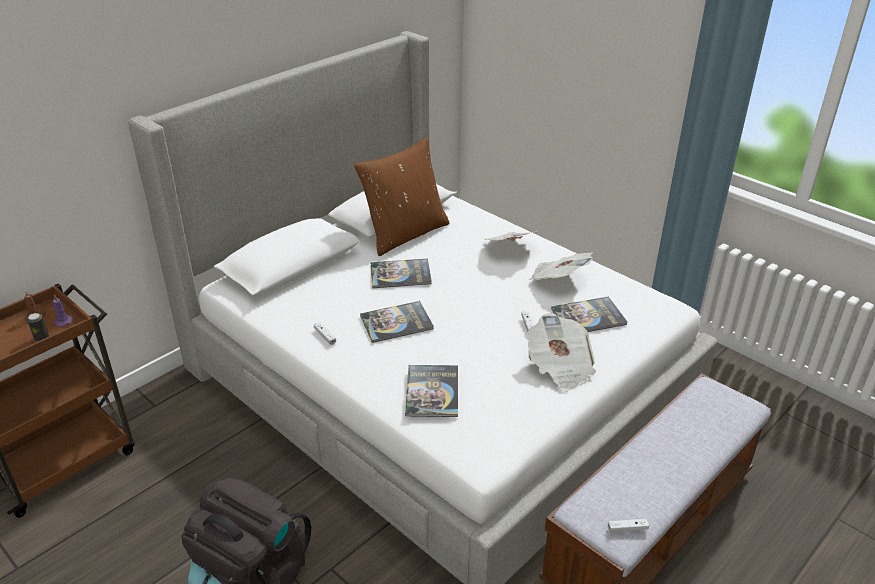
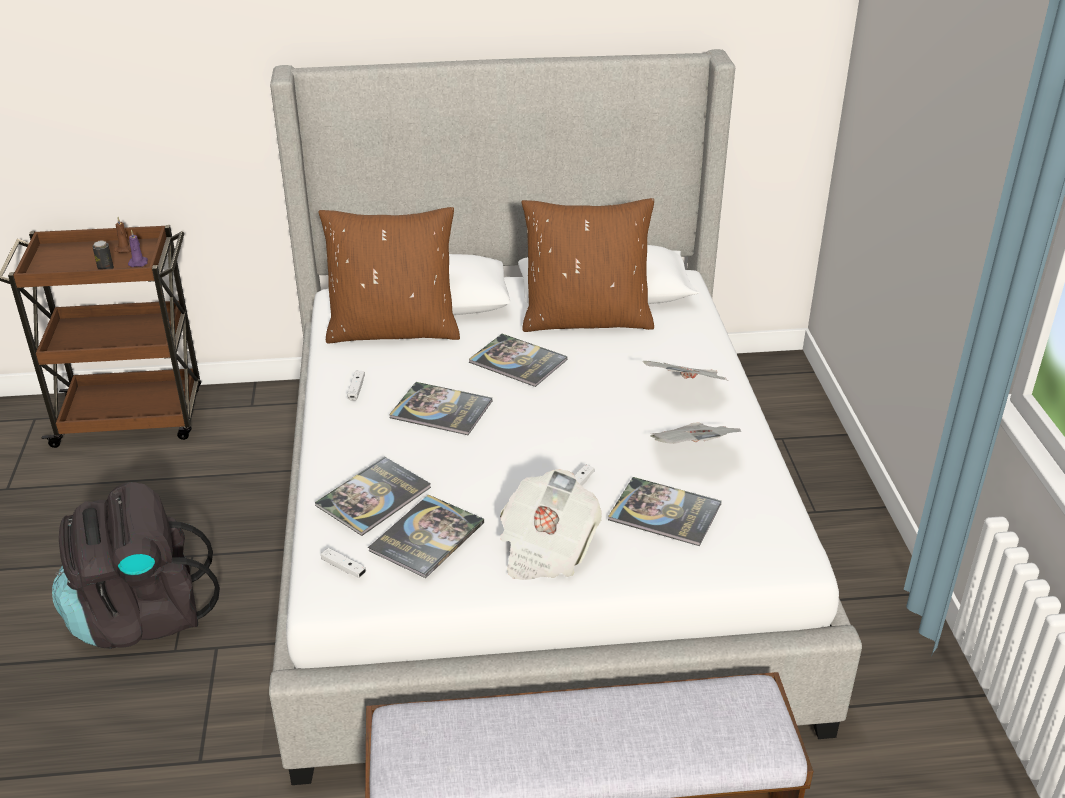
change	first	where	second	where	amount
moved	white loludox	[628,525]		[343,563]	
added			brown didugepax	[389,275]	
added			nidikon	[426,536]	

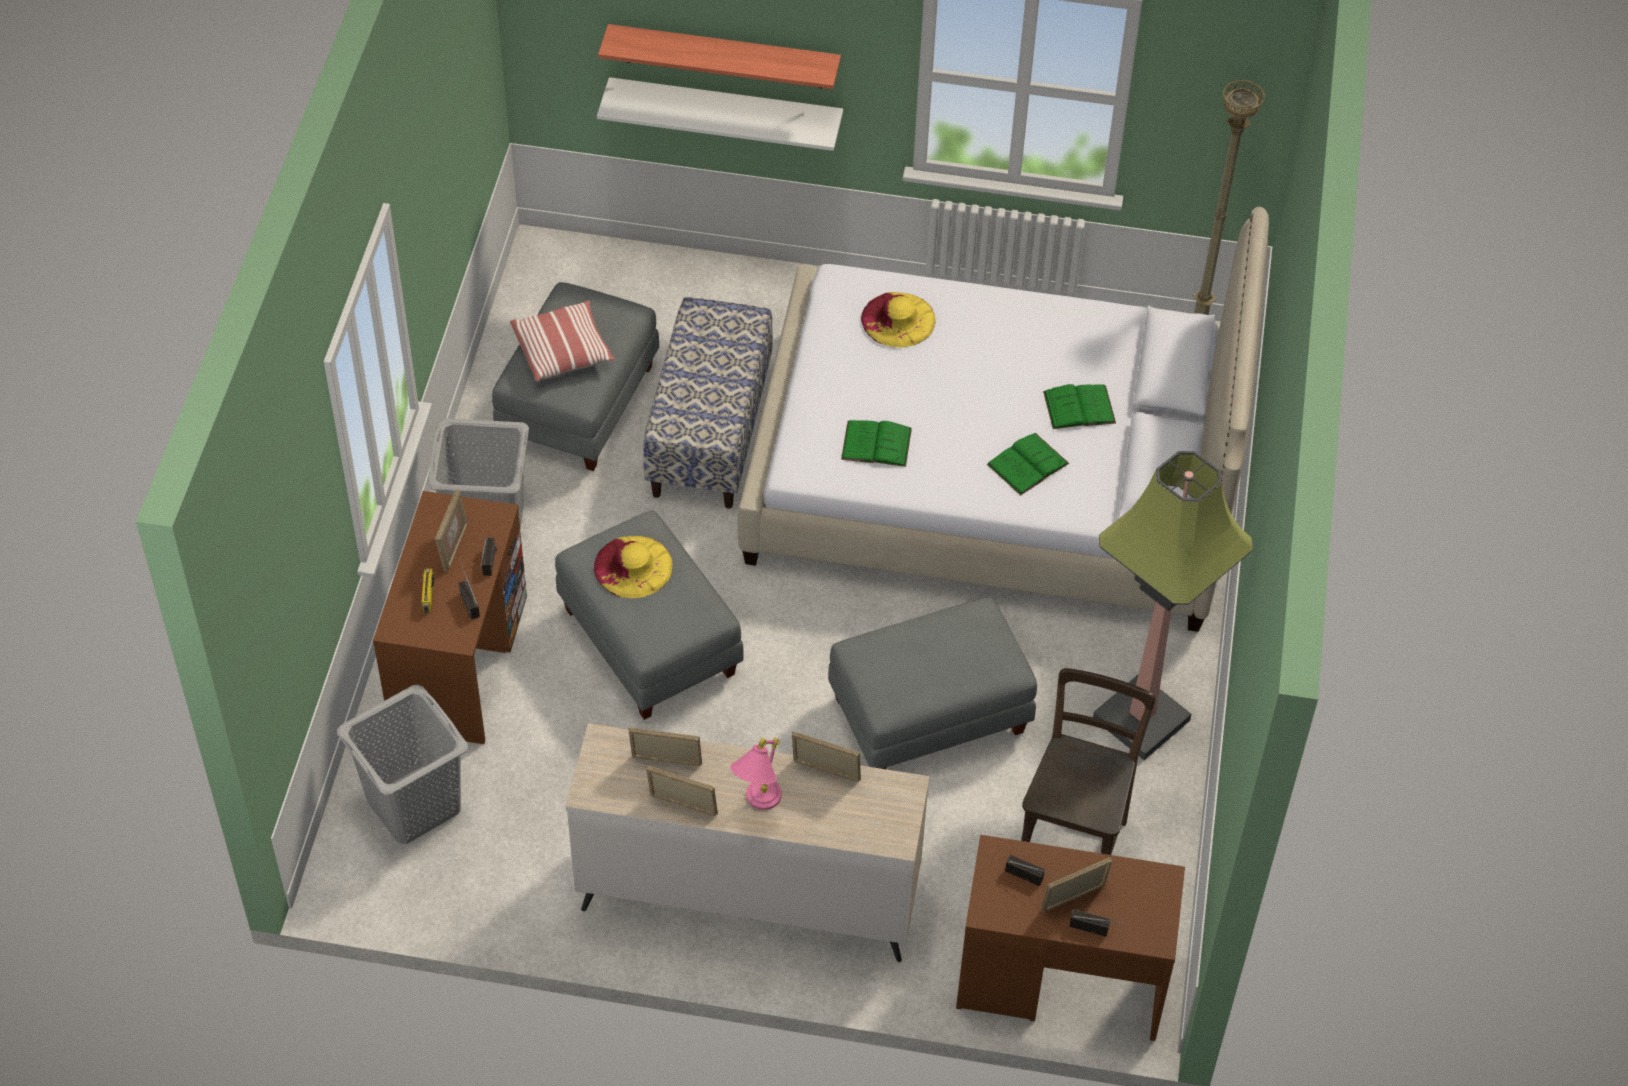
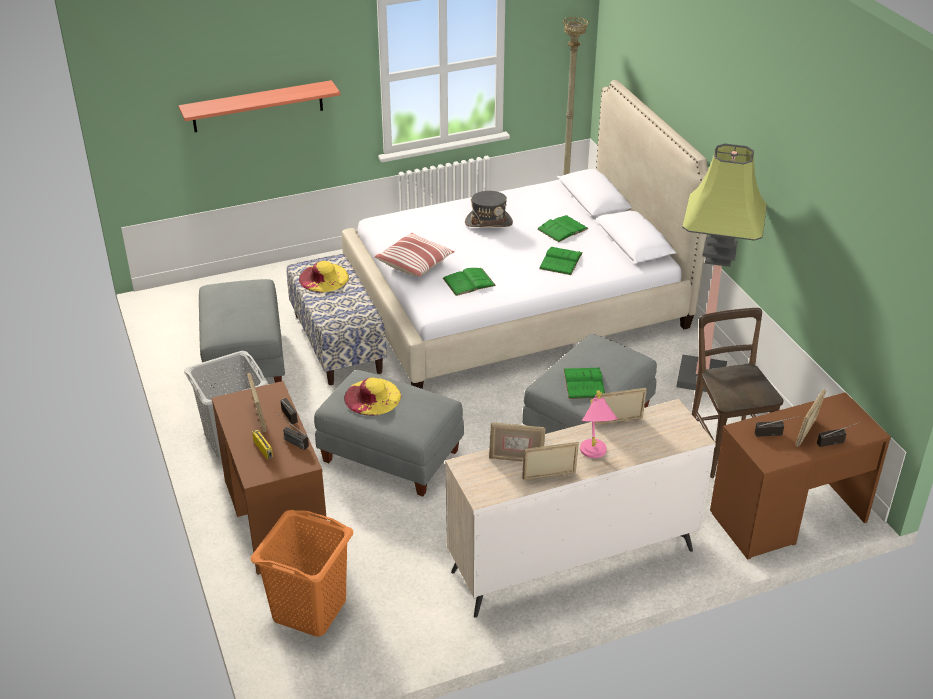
change	first	where	second	where	amount
removed	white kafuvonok	[720,114]			
moved	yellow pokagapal	[898,319]		[324,276]	
moved	didugepax	[562,341]		[415,255]	
recoloured	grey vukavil	[402,764]	orange vukavil	[302,573]	
turned	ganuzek	[665,747]		[517,442]	150 degrees counterclockwise
added			grey pokagapal	[489,209]	
added			green nidikon	[584,383]	

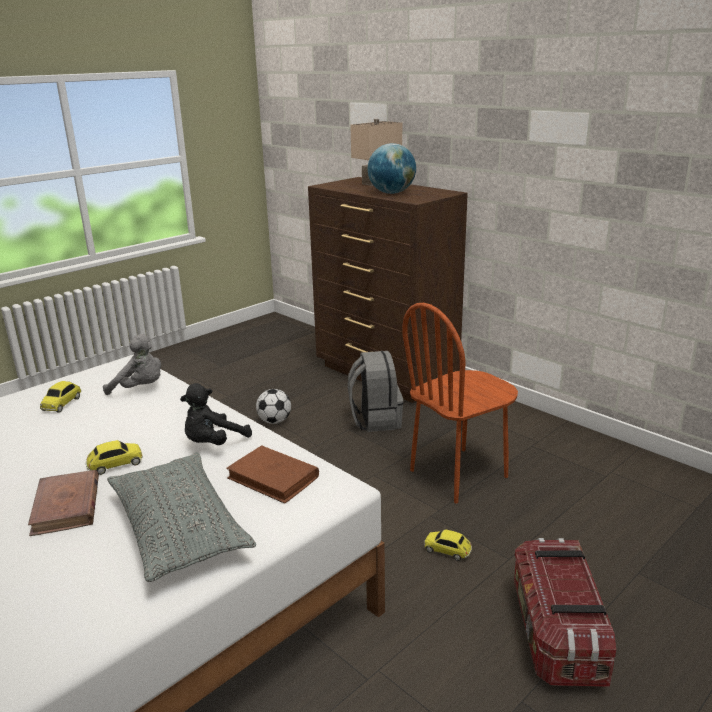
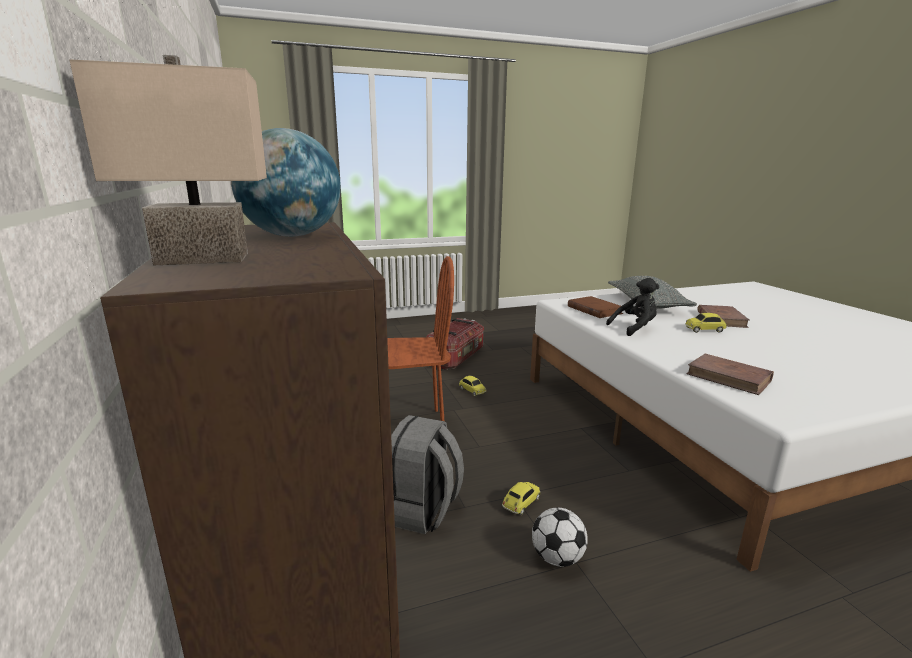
change	first	where	second	where	amount
replaced	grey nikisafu	[132,364]	brown nidikon	[730,374]	
moved	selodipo	[60,397]		[521,498]	

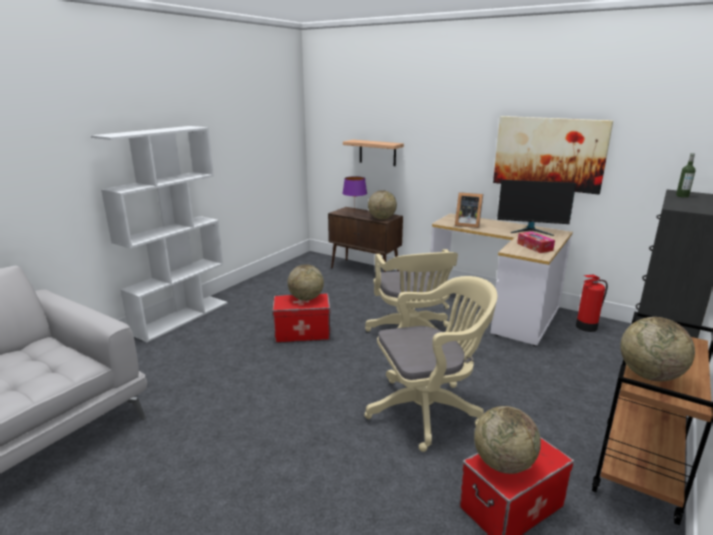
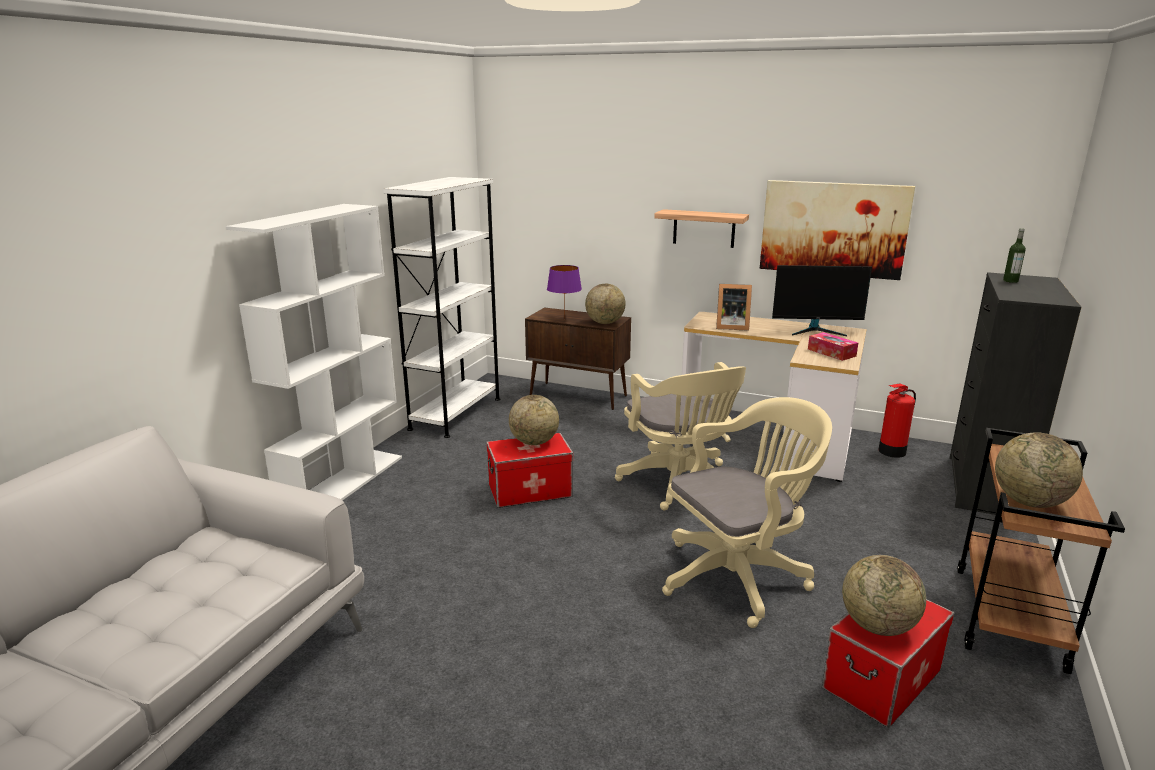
change	first	where	second	where	amount
moved	kafuvonok	[373,153]		[701,228]	
added			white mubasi	[441,307]	

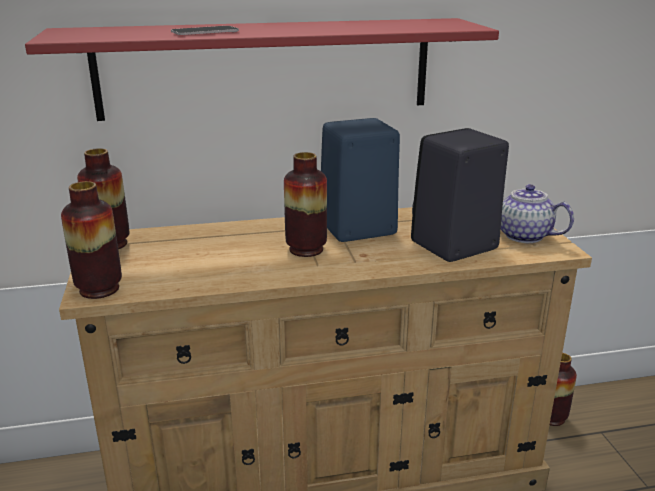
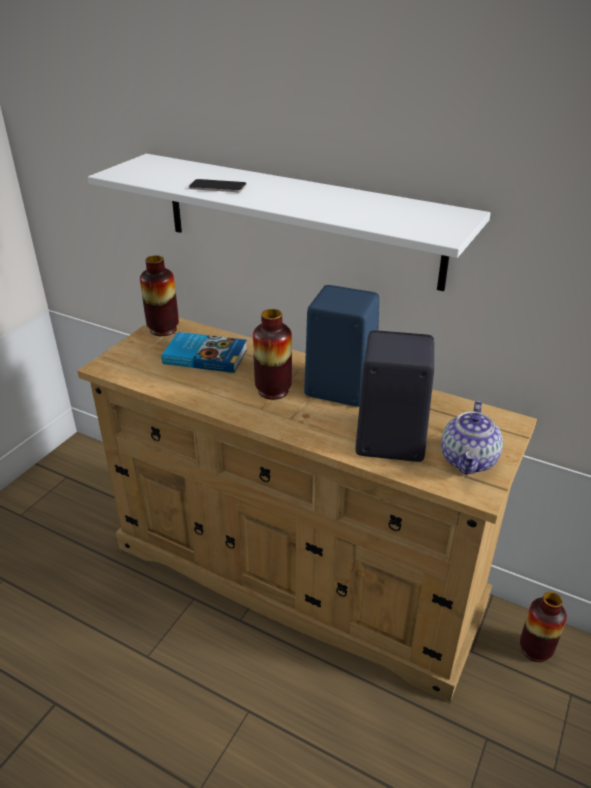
change	first	where	second	where	amount
recoloured	red kafuvonok	[262,69]	white kafuvonok	[289,222]	
removed	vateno	[91,240]			
turned	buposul	[537,213]		[472,437]	150 degrees counterclockwise
added			nidikon	[204,352]	

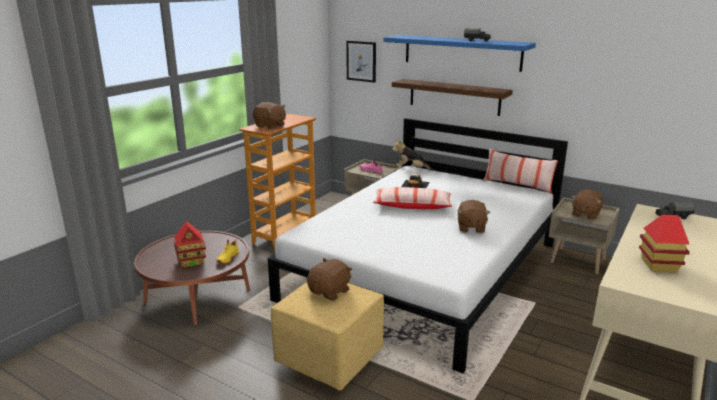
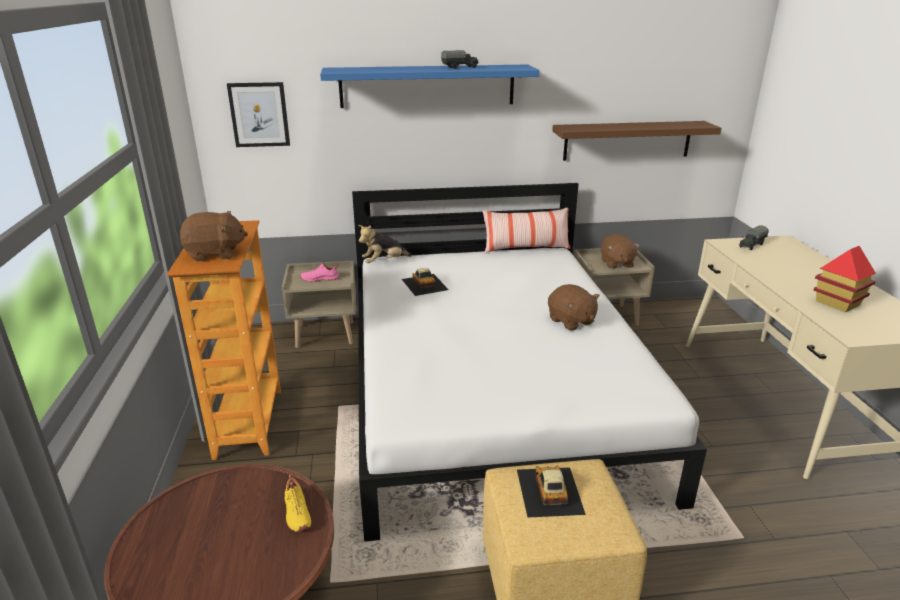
change	first	where	second	where	amount
moved	brown kafuvonok	[452,97]		[636,141]	
removed	didugepax	[412,198]			
removed	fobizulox	[190,244]			
replaced	brown nikisafu	[329,279]	selodipo	[551,492]	

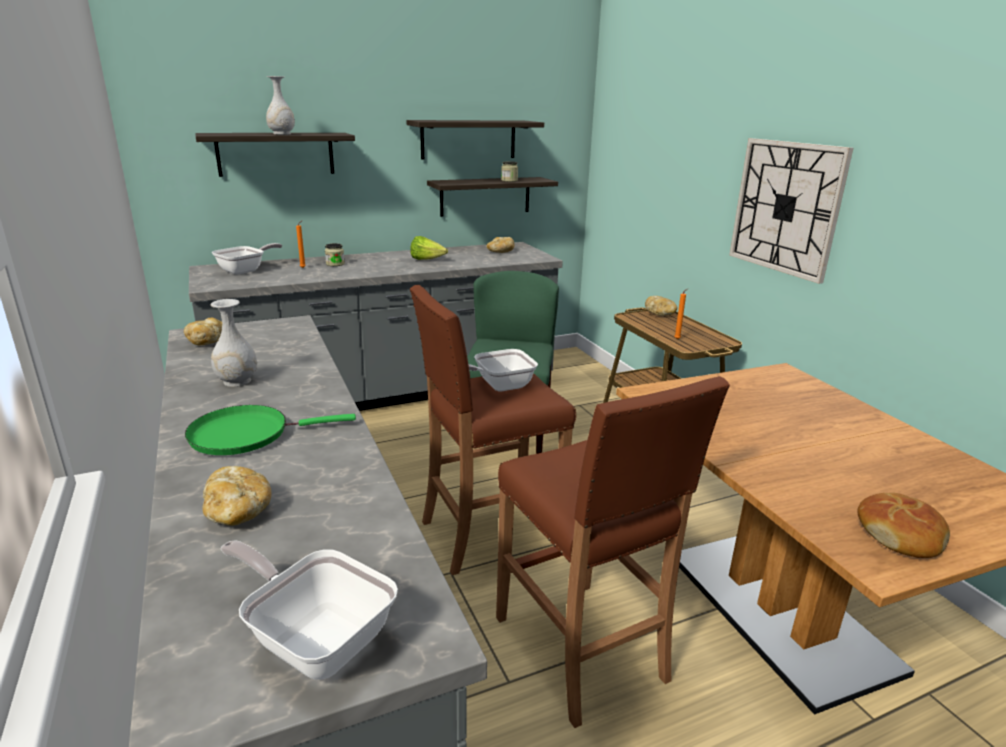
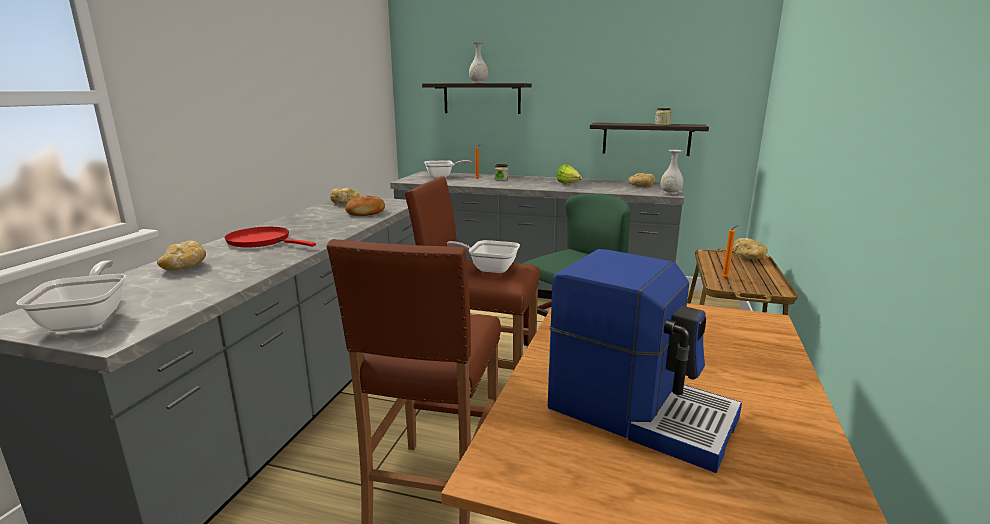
change	first	where	second	where	amount
removed	kafuvonok	[475,140]			
removed	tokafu	[791,211]			
moved	white vateno	[234,343]		[671,172]	
recoloured	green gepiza	[270,430]	red gepiza	[270,237]	
moved	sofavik	[903,525]		[365,206]	
added			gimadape	[645,361]	

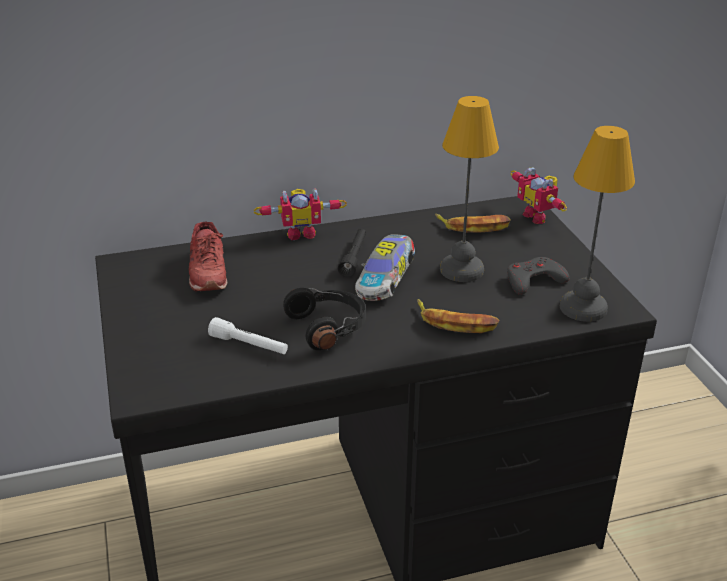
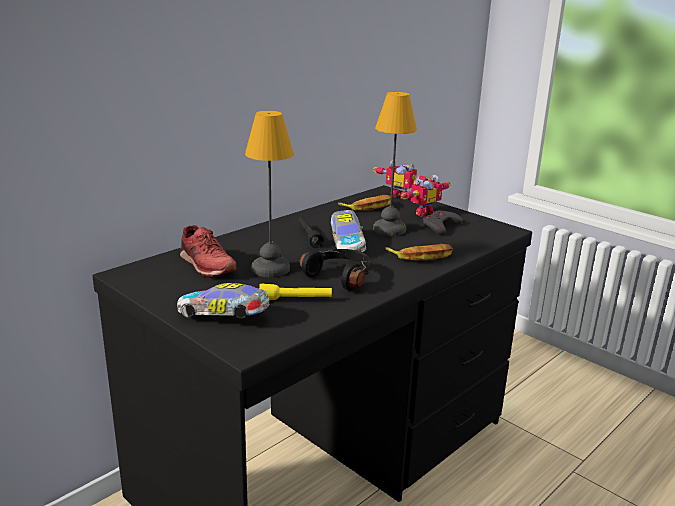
change	first	where	second	where	amount
moved	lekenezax	[597,224]		[269,194]	
moved	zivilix	[300,214]		[426,195]	
recoloured	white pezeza	[248,335]	yellow pezeza	[295,292]	
added			selodipo	[223,301]	

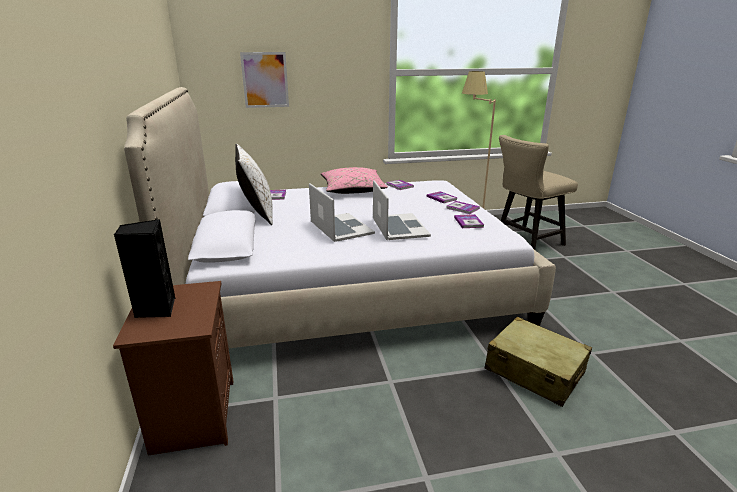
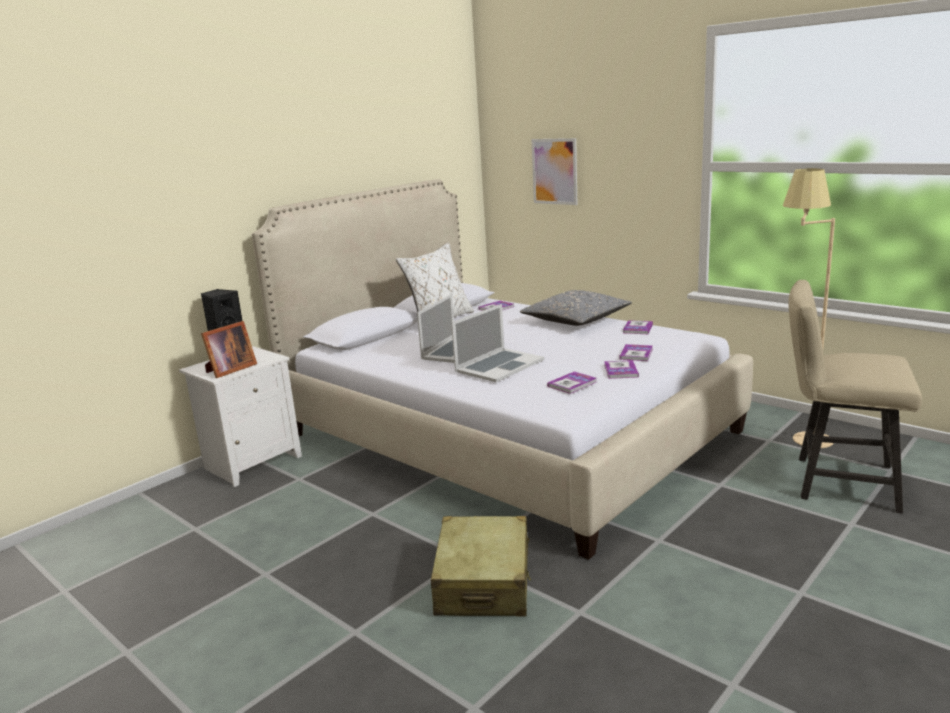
change	first	where	second	where	amount
recoloured	pink didugepax	[354,180]	grey didugepax	[576,308]	
recoloured	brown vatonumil	[173,368]	white vatonumil	[240,416]	
added			ganuzek	[229,349]	

